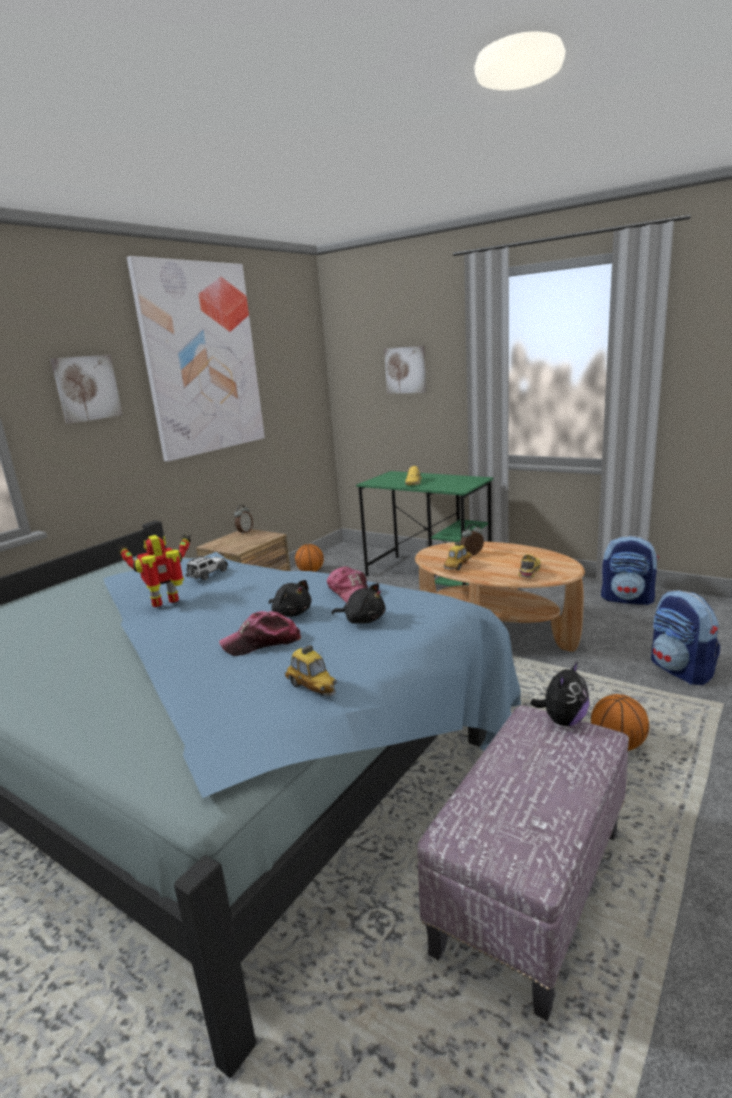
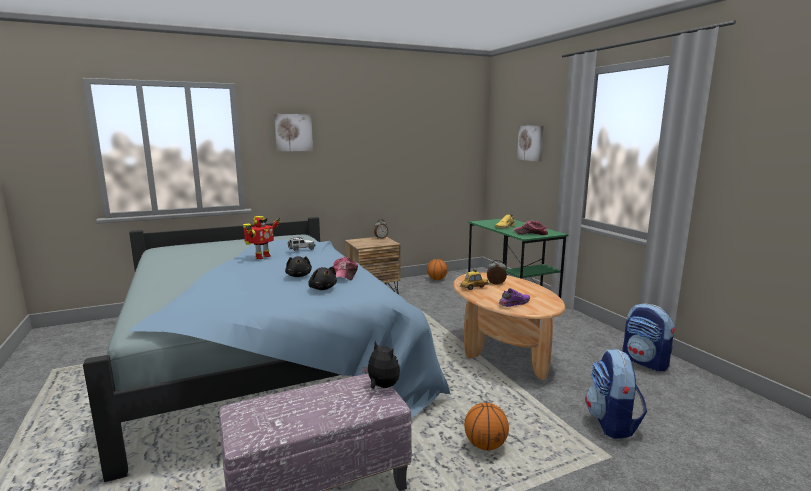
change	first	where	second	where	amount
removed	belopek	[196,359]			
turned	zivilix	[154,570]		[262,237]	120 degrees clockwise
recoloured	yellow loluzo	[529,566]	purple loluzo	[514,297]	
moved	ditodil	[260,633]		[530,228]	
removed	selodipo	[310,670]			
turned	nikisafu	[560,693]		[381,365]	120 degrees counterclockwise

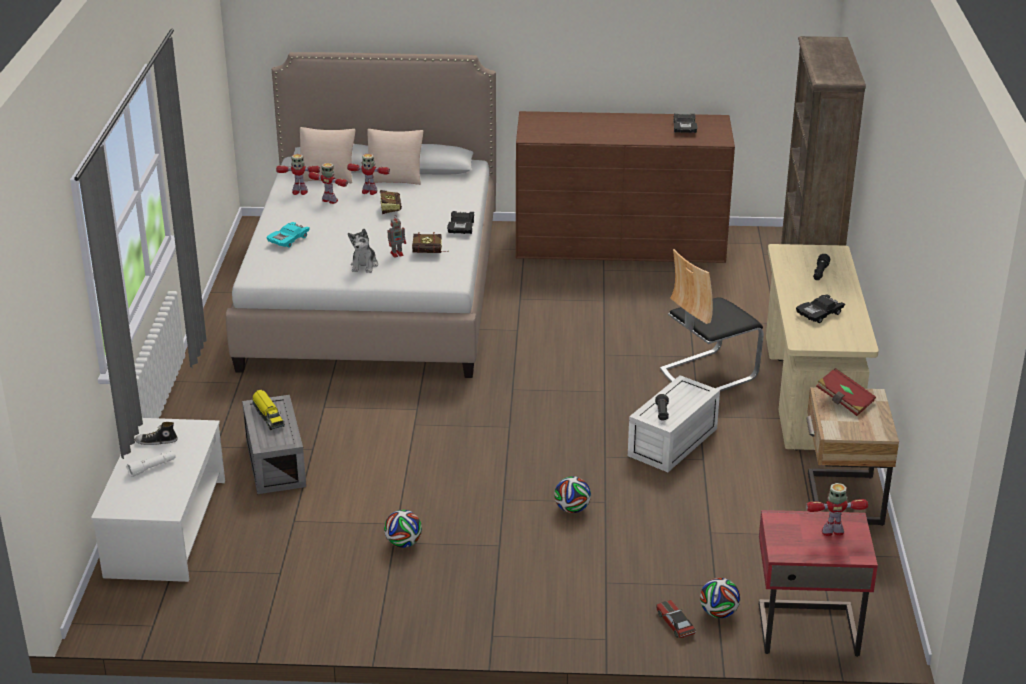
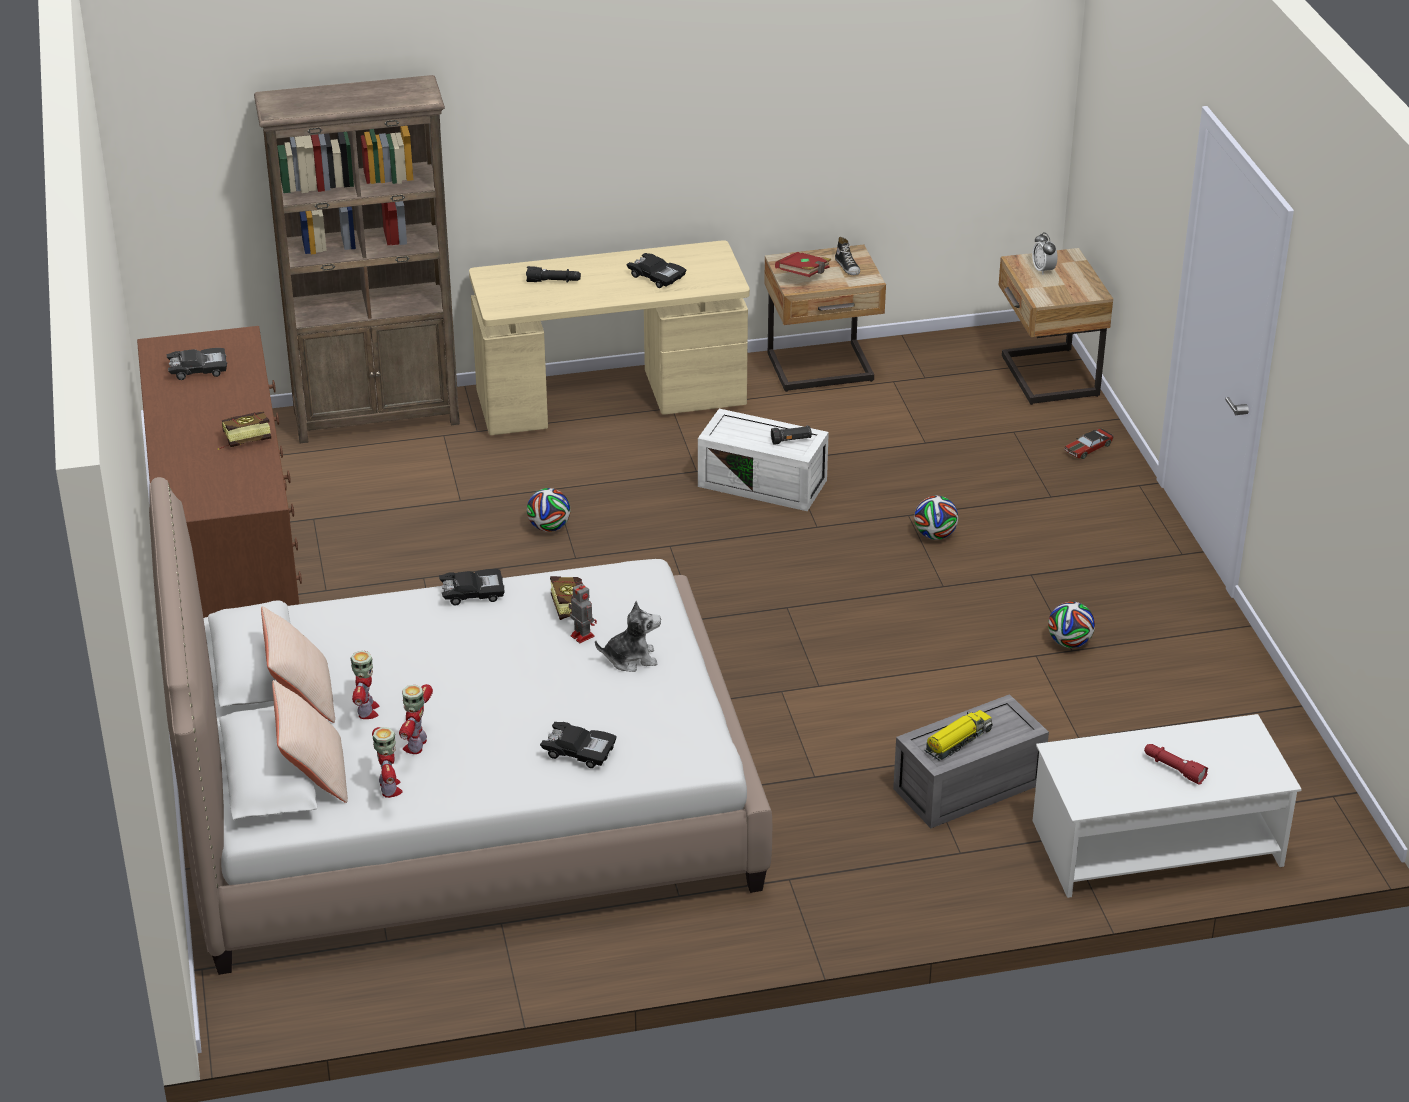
change	first	where	second	where	amount
moved	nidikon	[391,202]		[244,430]	
recoloured	turquoise selodipo	[288,235]	black selodipo	[578,745]	
removed	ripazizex	[712,320]			
moved	loluzo	[156,433]		[847,256]	
recoloured	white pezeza	[151,464]	red pezeza	[1176,764]	
replaced	zivilix	[837,509]	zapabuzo	[1044,253]	
recoloured	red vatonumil	[818,583]	beige vatonumil	[1056,326]	
moved	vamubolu	[720,598]		[549,510]	

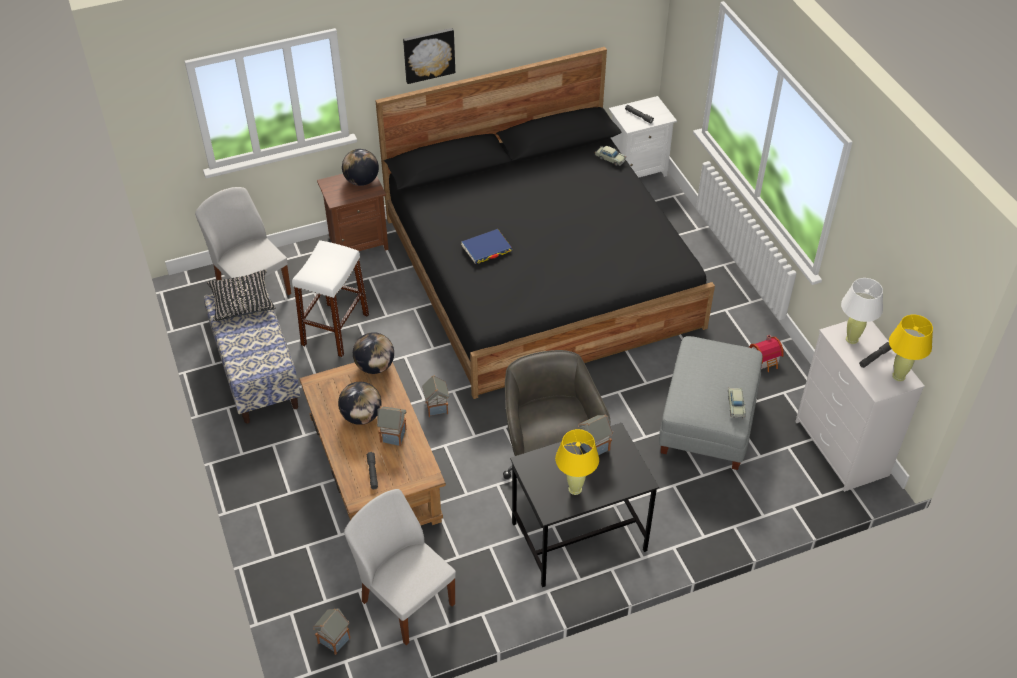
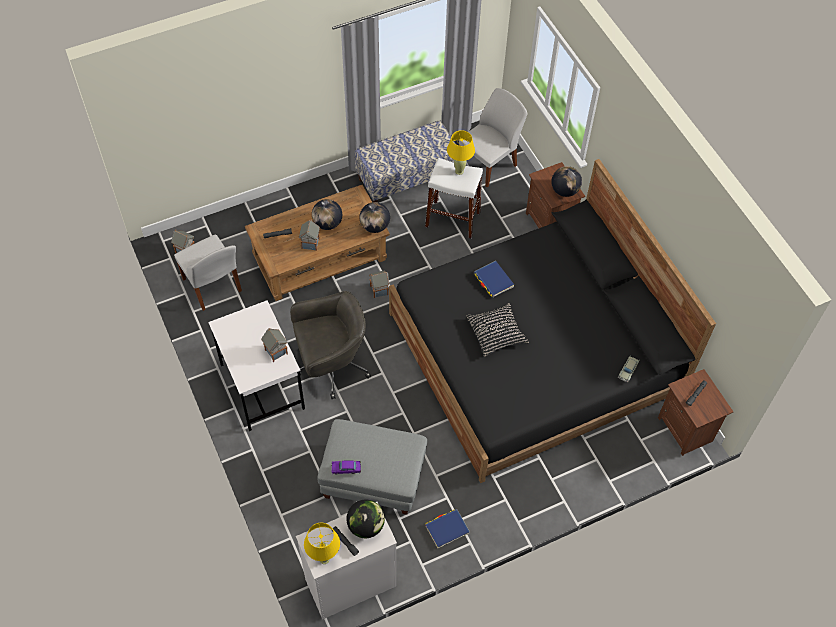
change	first	where	second	where	amount
removed	belopek	[429,56]			
recoloured	white vatonumil	[643,137]	brown vatonumil	[695,412]	
moved	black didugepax	[241,295]		[497,330]	
replaced	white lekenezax	[862,311]	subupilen	[365,519]	
replaced	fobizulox	[766,353]	blue nidikon	[447,528]	
recoloured	beige selodipo	[737,402]	purple selodipo	[346,467]	
recoloured	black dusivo	[584,505]	white dusivo	[256,365]	
moved	yellow lekenezax	[577,462]		[461,152]	
turned	white ripazizex	[400,567]		[208,272]	105 degrees clockwise

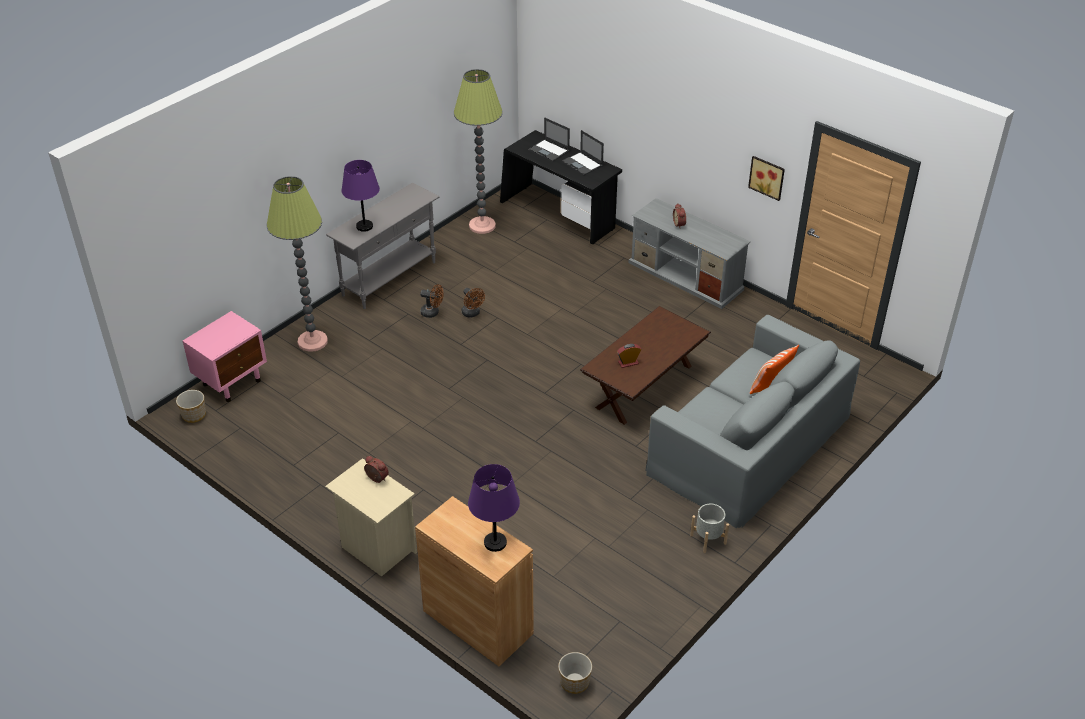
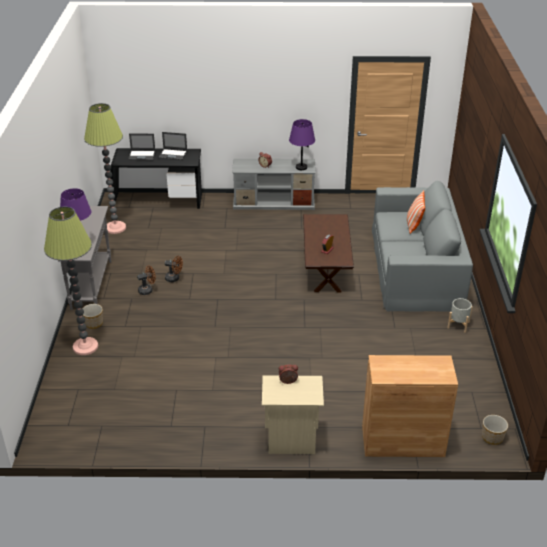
change	first	where	second	where	amount
removed	belopek	[766,178]			
removed	pink vatonumil	[224,356]			
moved	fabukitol	[191,406]		[92,316]	
moved	purple lekenezax	[494,508]		[302,144]	

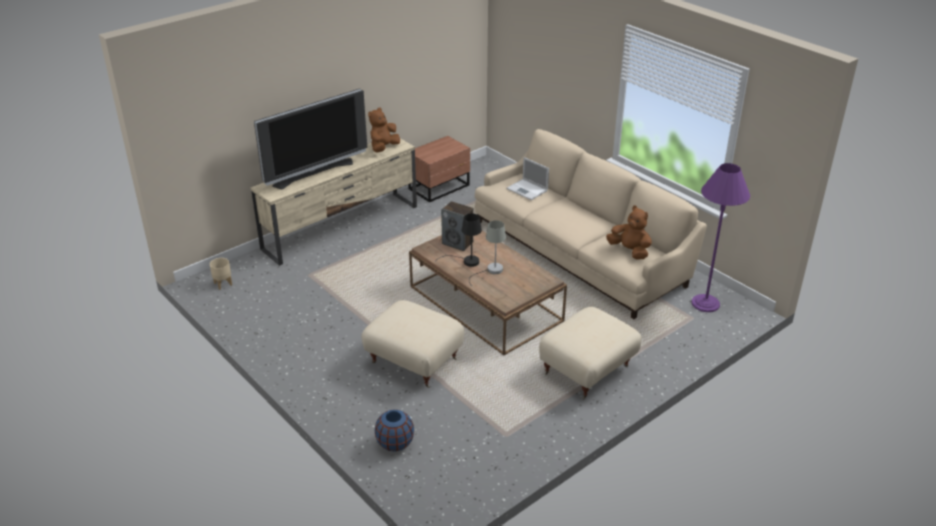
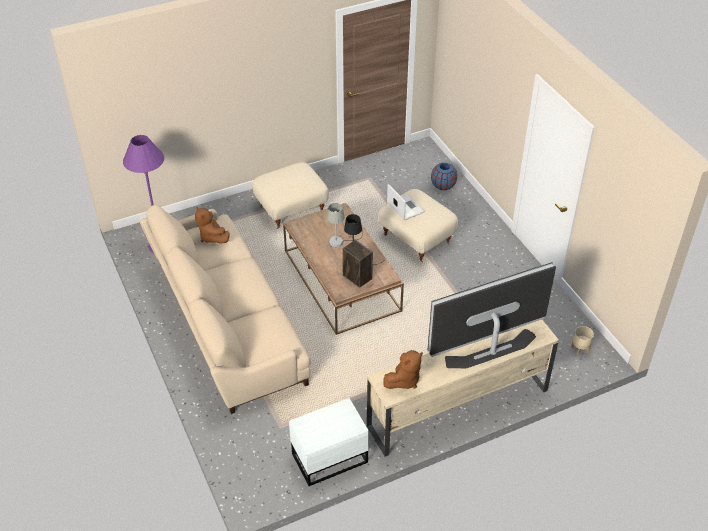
change	first	where	second	where	amount
recoloured	brown vatonumil	[439,169]	white vatonumil	[329,442]	
moved	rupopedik	[528,178]		[406,202]	

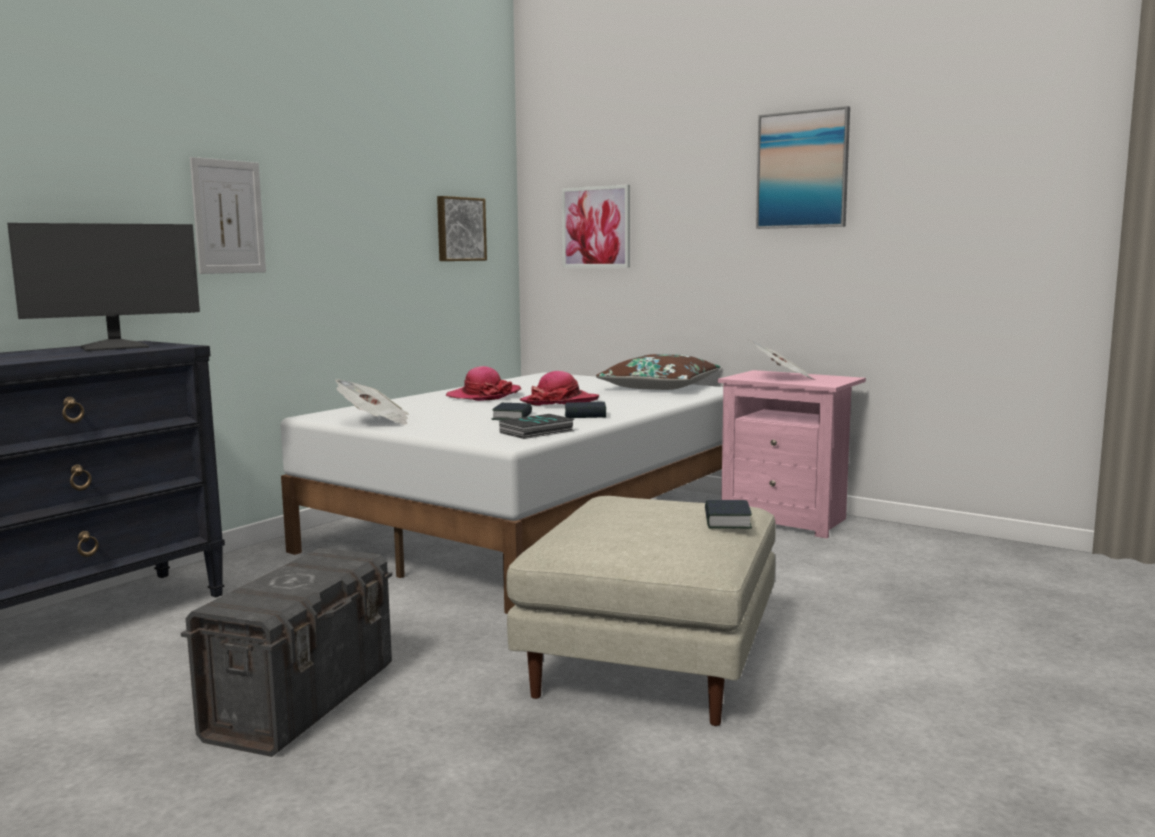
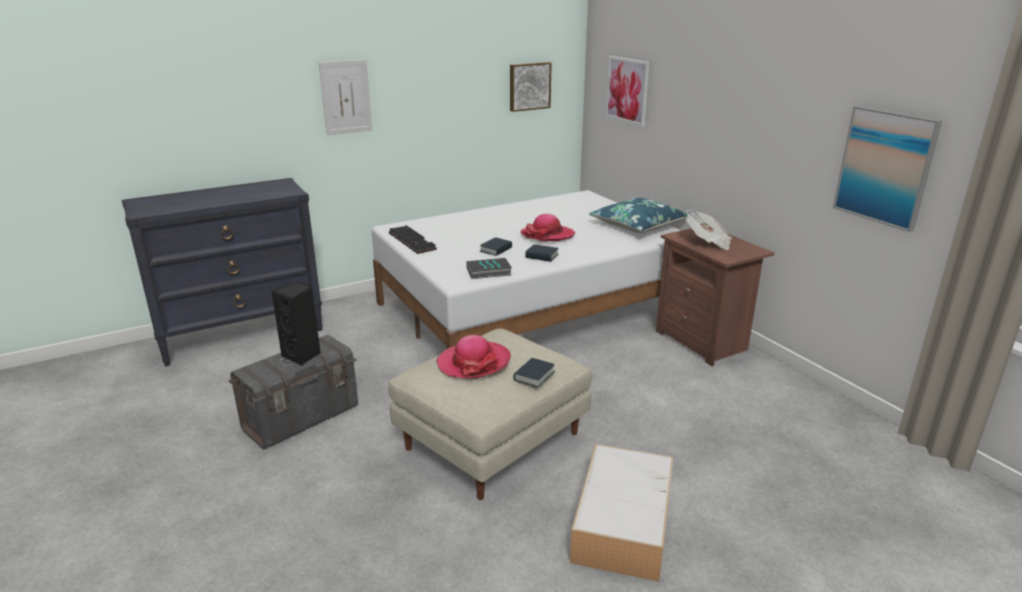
change	first	where	second	where	amount
moved	belopek	[803,167]		[887,169]	
removed	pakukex	[103,287]			
recoloured	brown didugepax	[658,372]	blue didugepax	[638,215]	
moved	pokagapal	[483,383]		[473,356]	
recoloured	pink vatonumil	[792,454]	brown vatonumil	[715,297]	
replaced	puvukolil	[372,402]	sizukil	[413,239]	
added			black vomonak	[296,324]	
added			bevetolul	[621,513]	

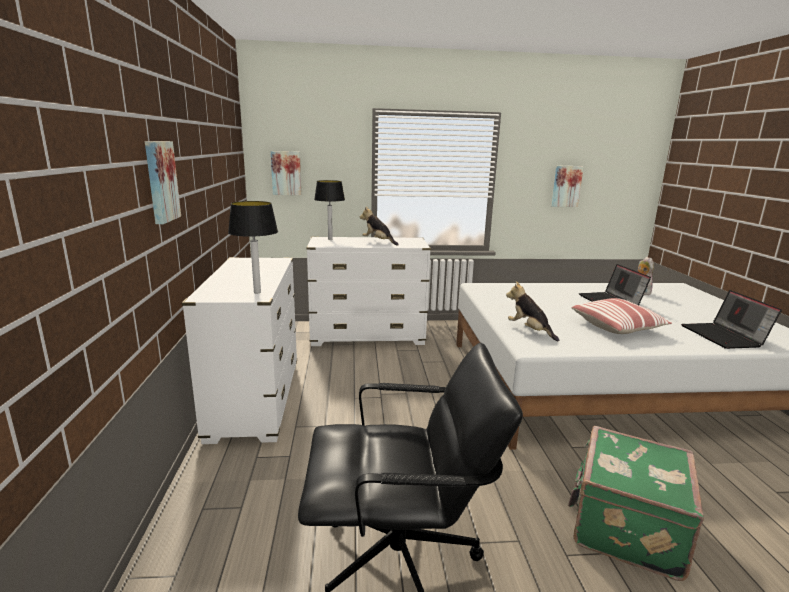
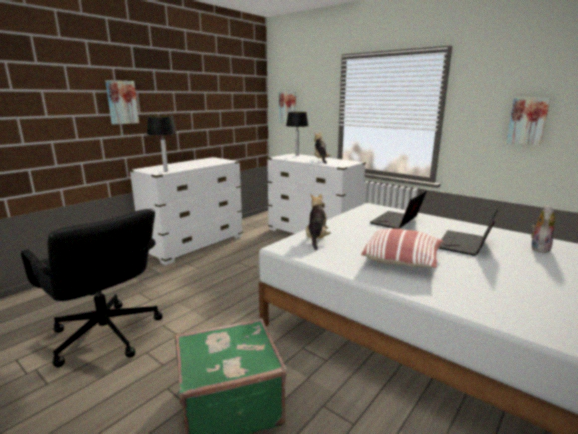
change	first	where	second	where	amount
moved	rupopedik	[731,319]		[398,209]	

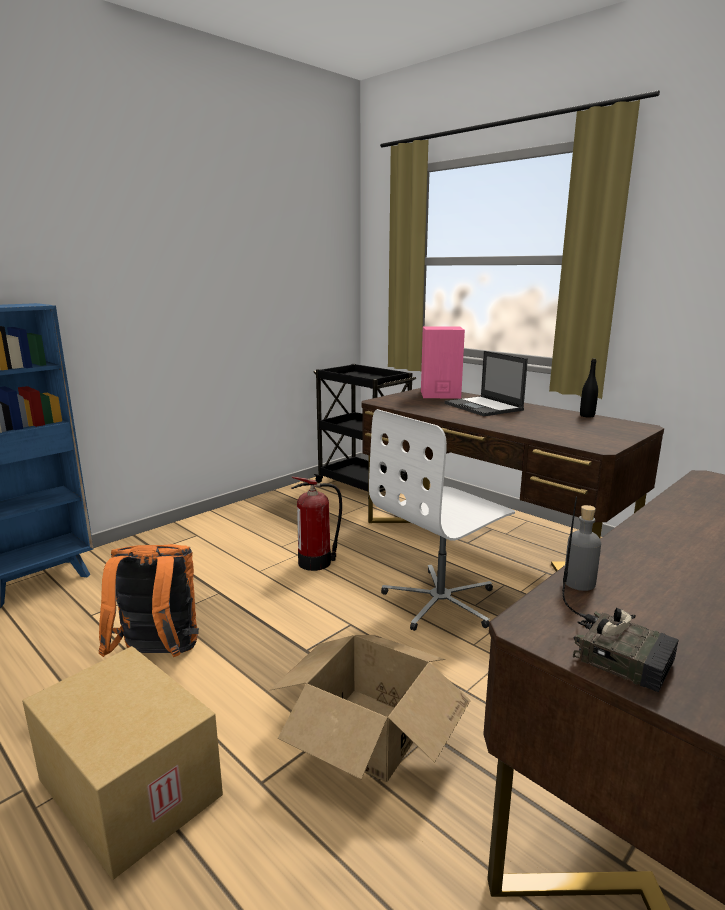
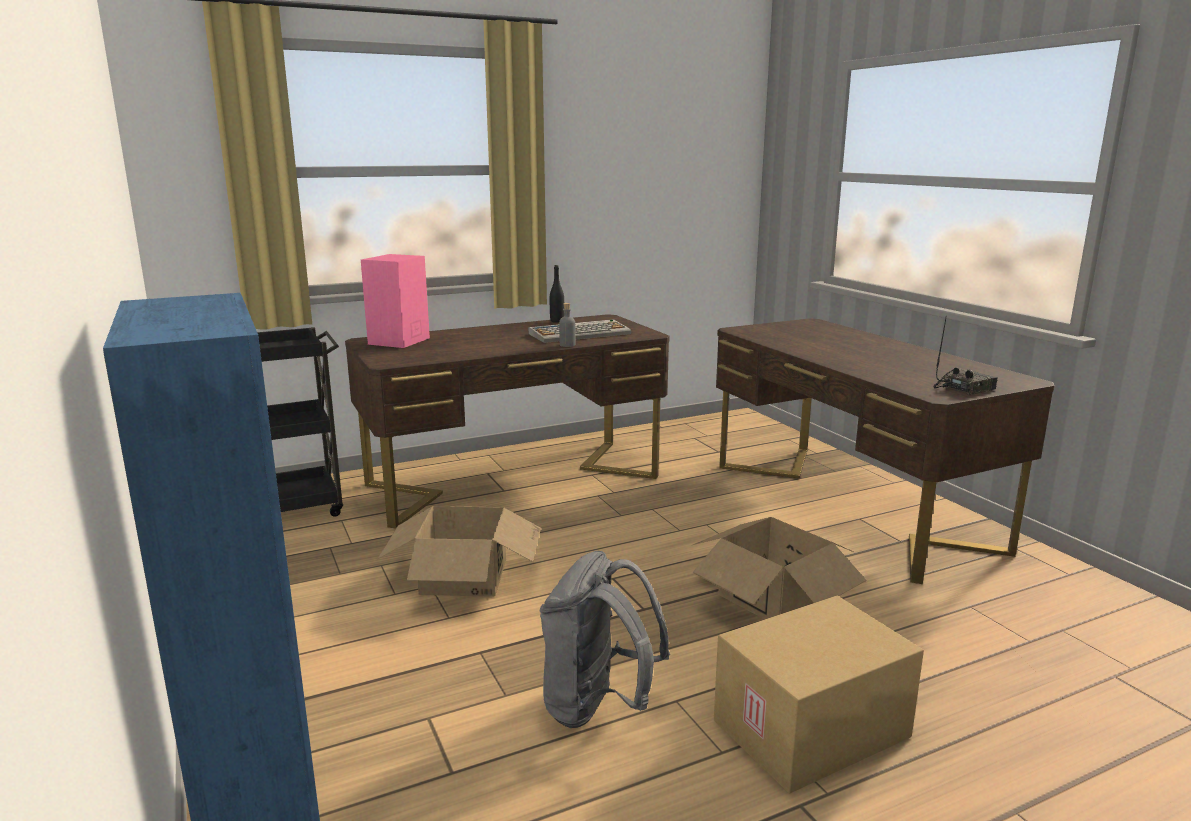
change	first	where	second	where	amount
removed	rupopedik	[486,383]			
removed	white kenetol	[442,520]			
replaced	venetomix	[316,523]	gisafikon	[459,551]	
moved	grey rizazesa	[583,548]		[567,325]	
recoloured	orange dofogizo	[149,600]	grey dofogizo	[604,639]	
added			sizukil	[579,331]	

